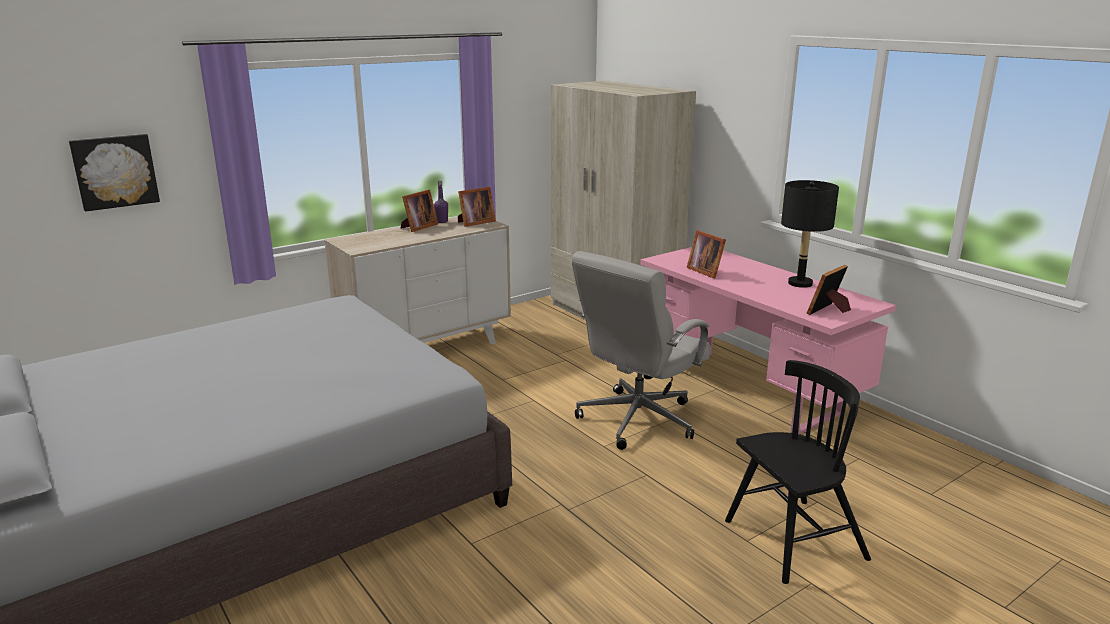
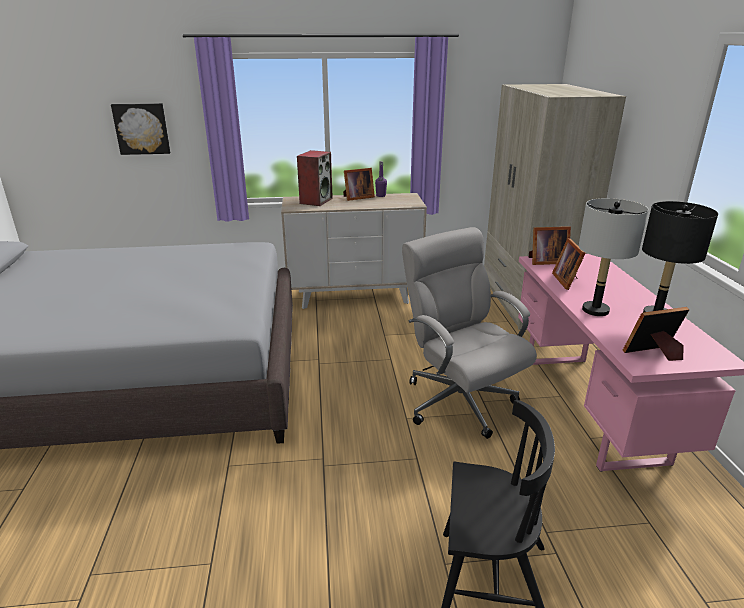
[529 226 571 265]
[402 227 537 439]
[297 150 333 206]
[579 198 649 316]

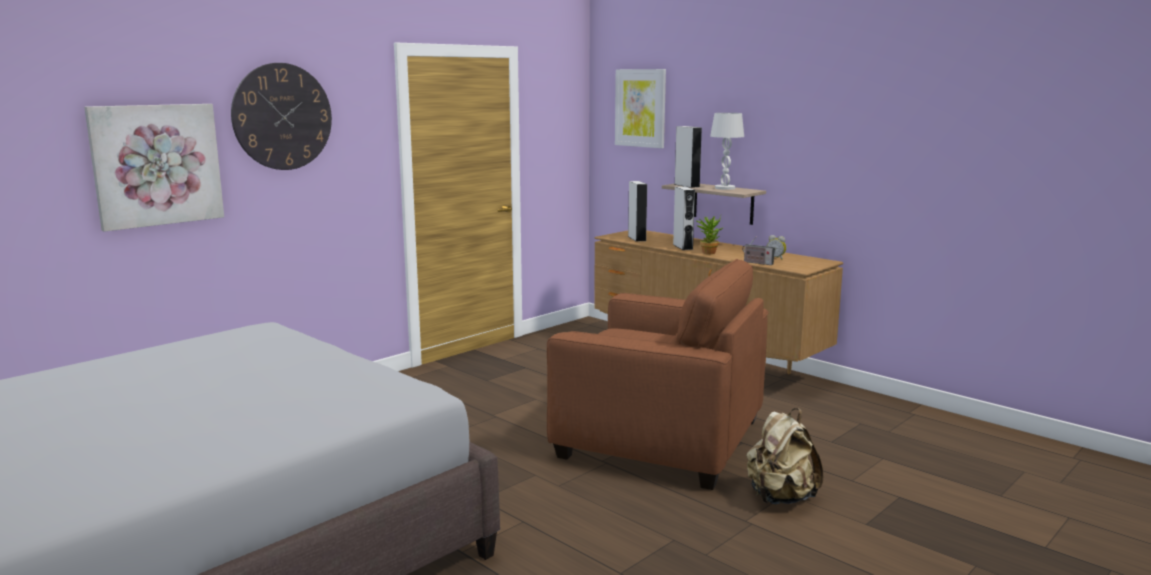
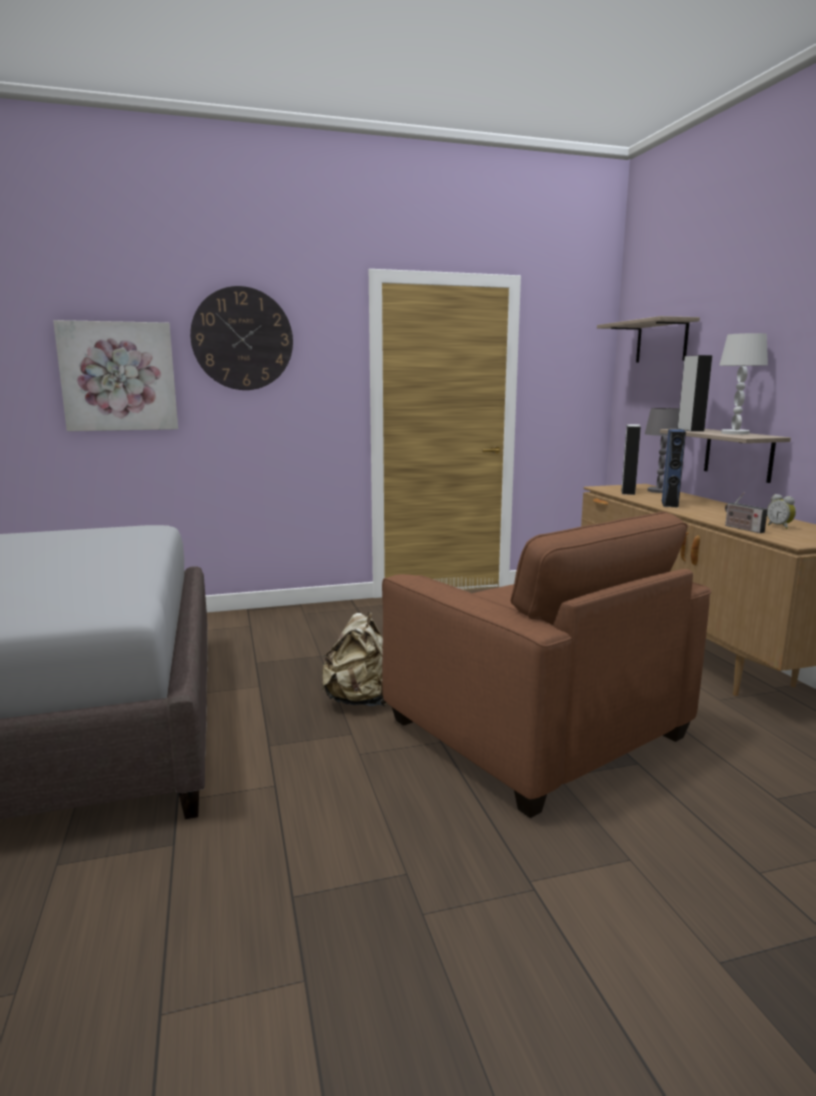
[597 316 700 363]
[662 429 686 508]
[696 216 724 254] (first image)
[322 612 387 706]
[645 408 680 493]

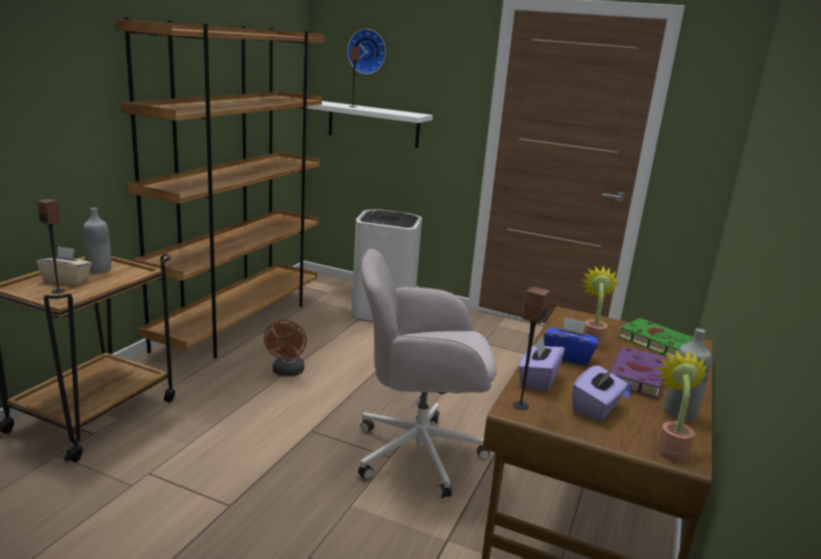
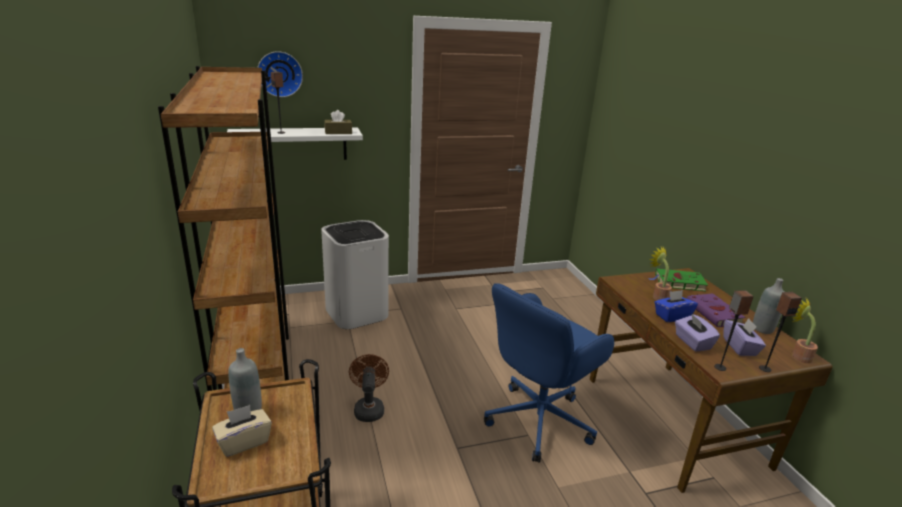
[759 292 802 372]
[484 283 614 463]
[349 354 389 422]
[324 110 352 134]

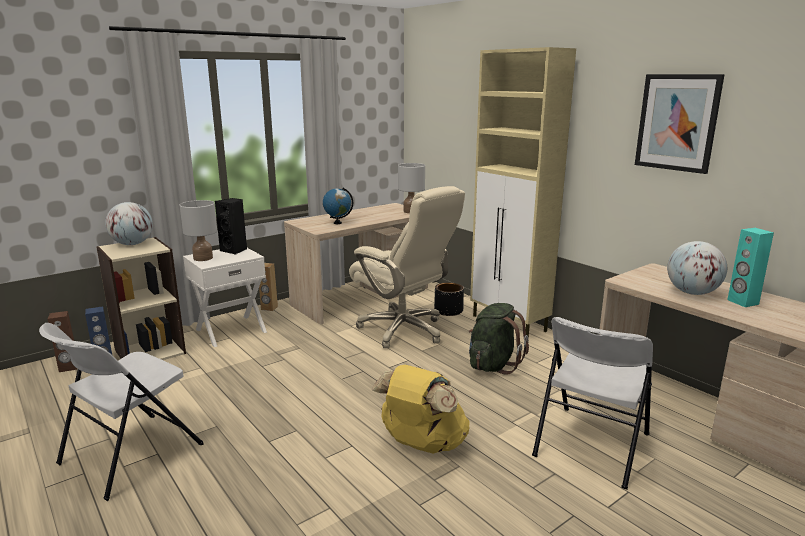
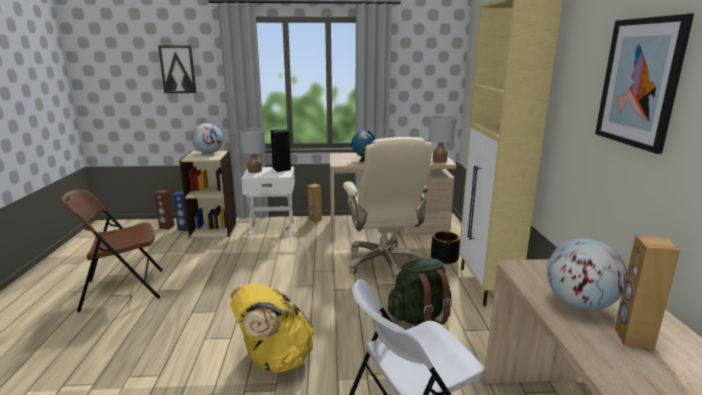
[615 235 680 350]
[59 189 162 312]
[158 46 196 93]

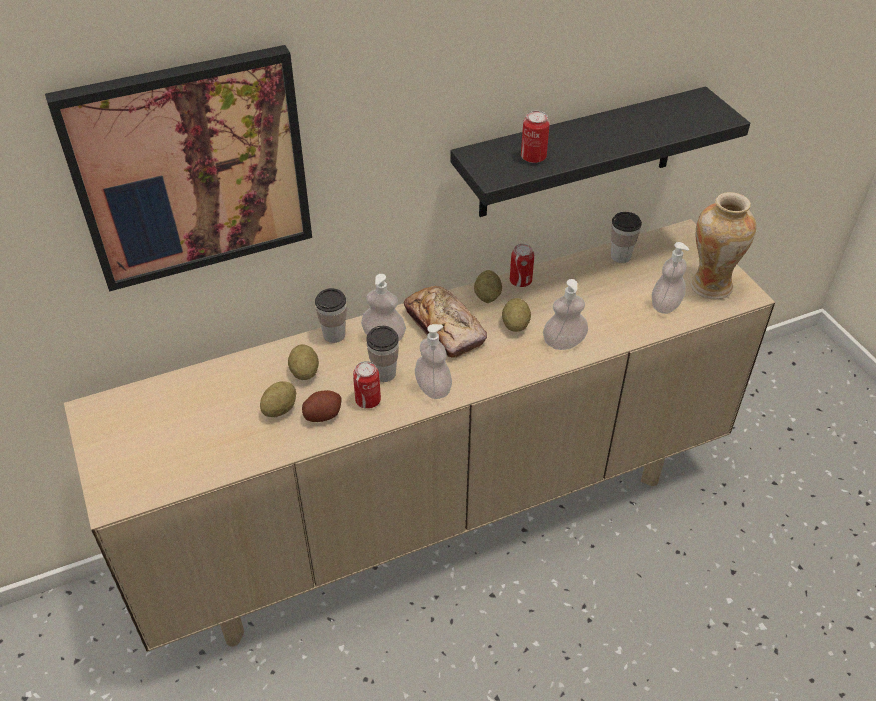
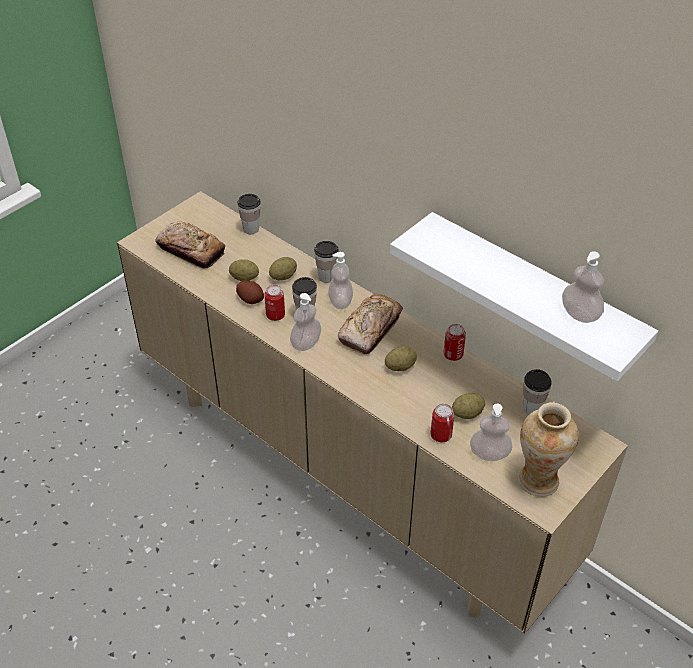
[45 45 312 292] (first image)
[390 212 658 381]
[431 404 454 442]
[452 393 485 419]
[562 251 604 323]
[237 194 261 234]
[155 222 225 269]

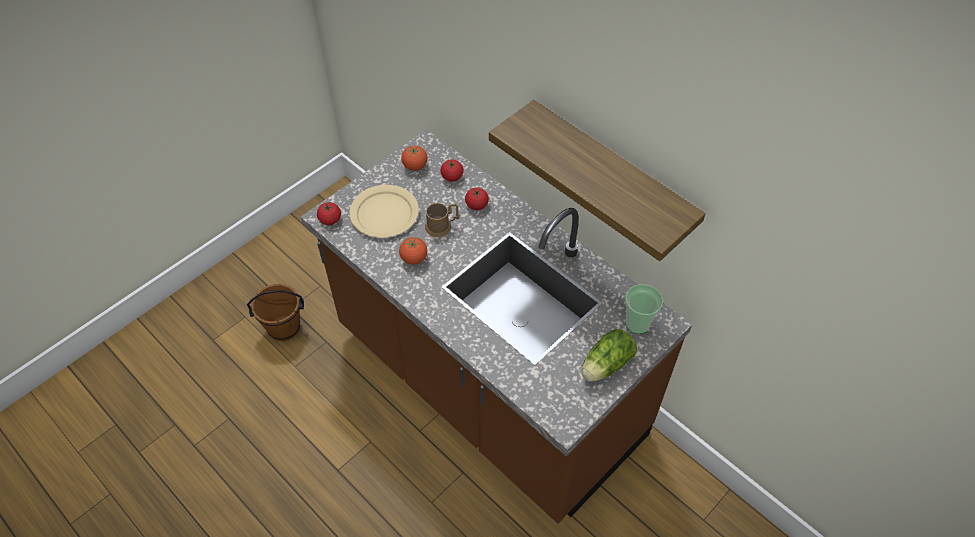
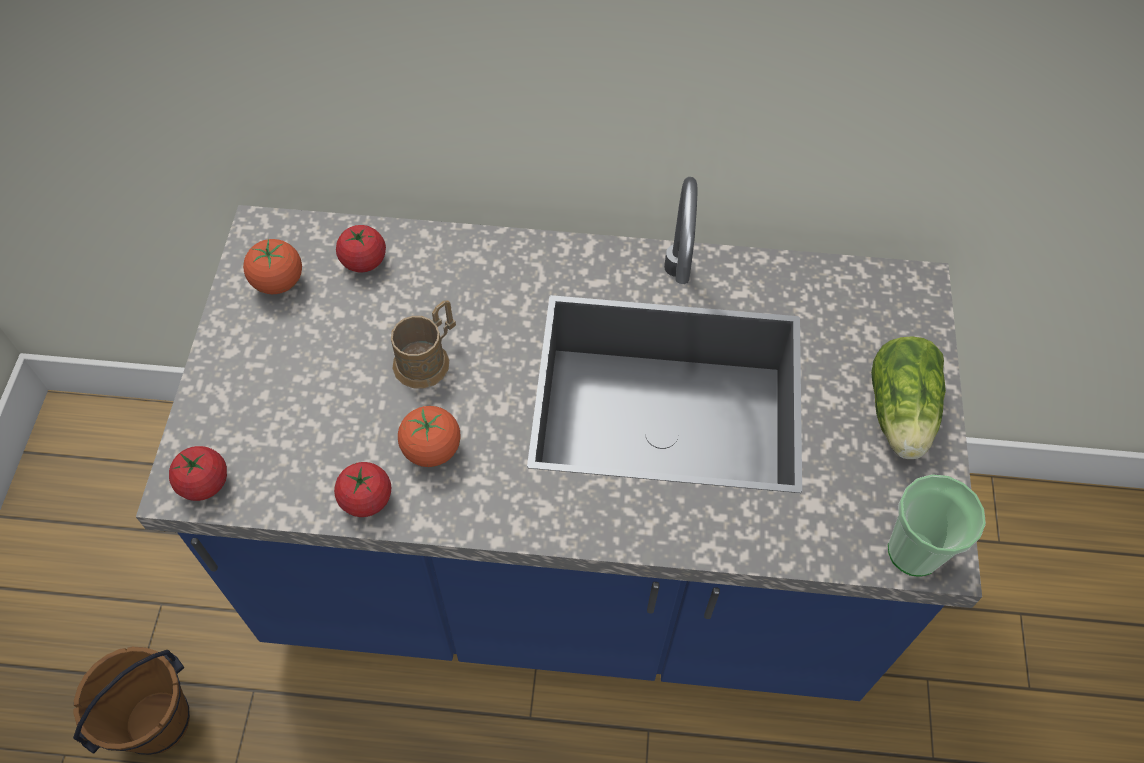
[489 100 706 261] (first image)
[136 177 982 701]
[349 185 419 238] (first image)
[334 462 391 517]
[888 474 986 577]

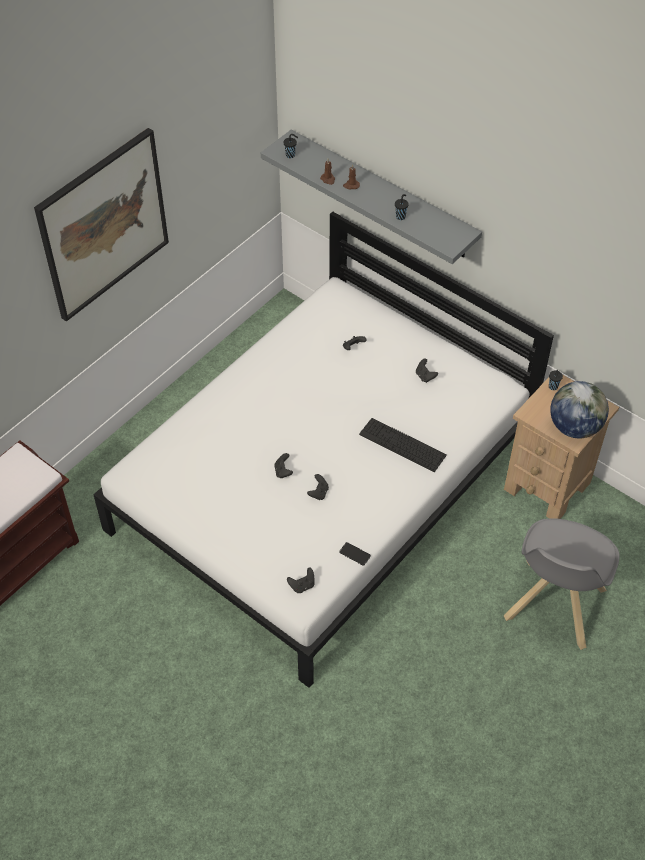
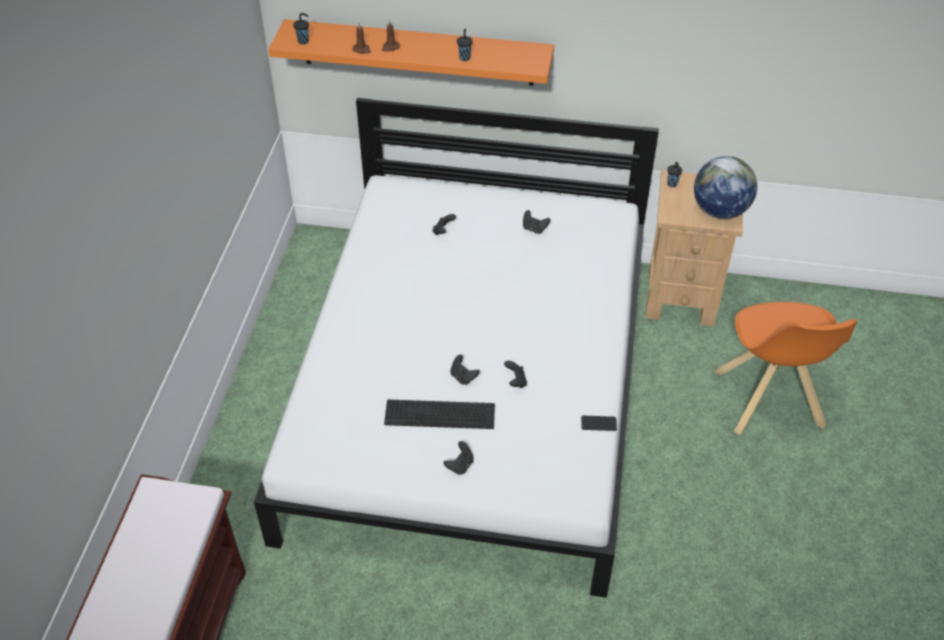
[34 128 169 321] (first image)
[268 19 554 86]
[384 400 495 429]
[715 302 857 435]
[444 441 474 475]

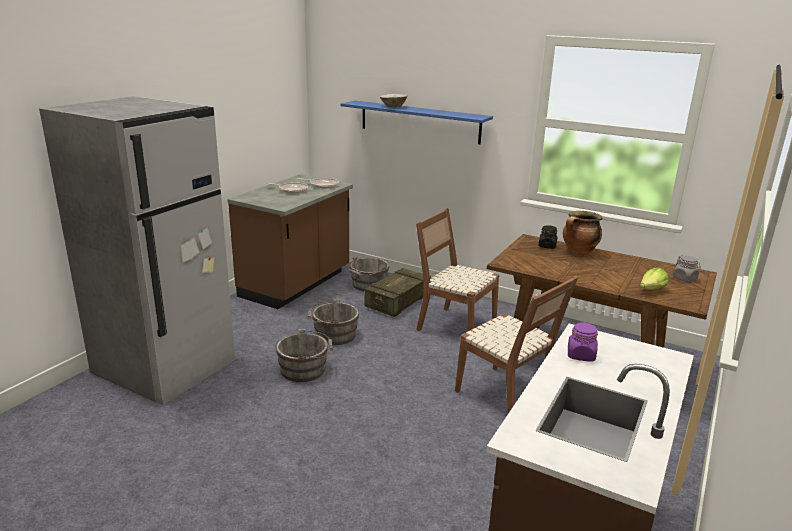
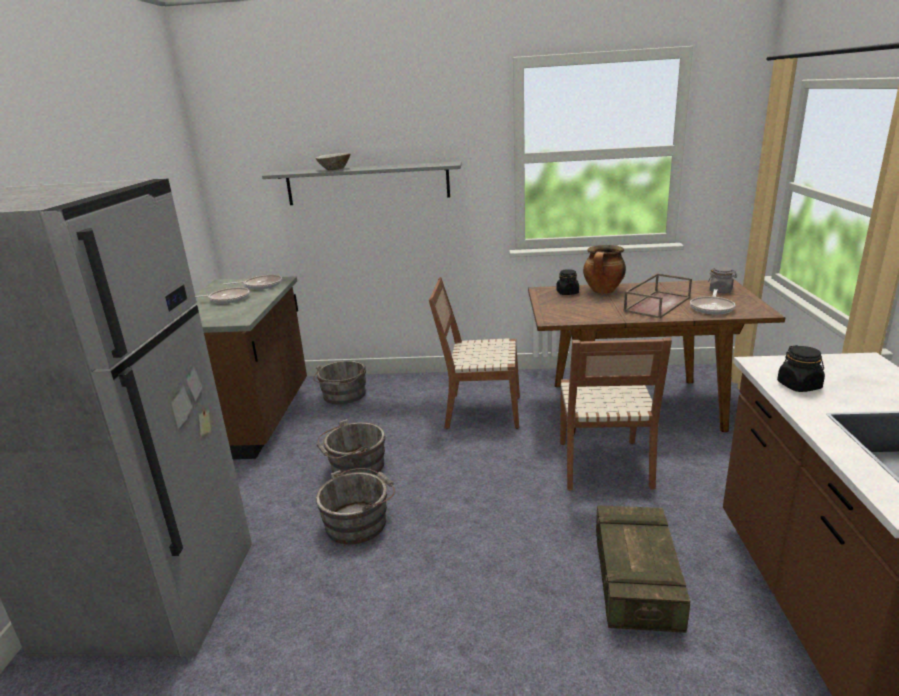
[262 161 462 205]
[596 505 690 633]
[690 289 735 314]
[560 338 672 490]
[777 345 825 392]
[624 273 692 319]

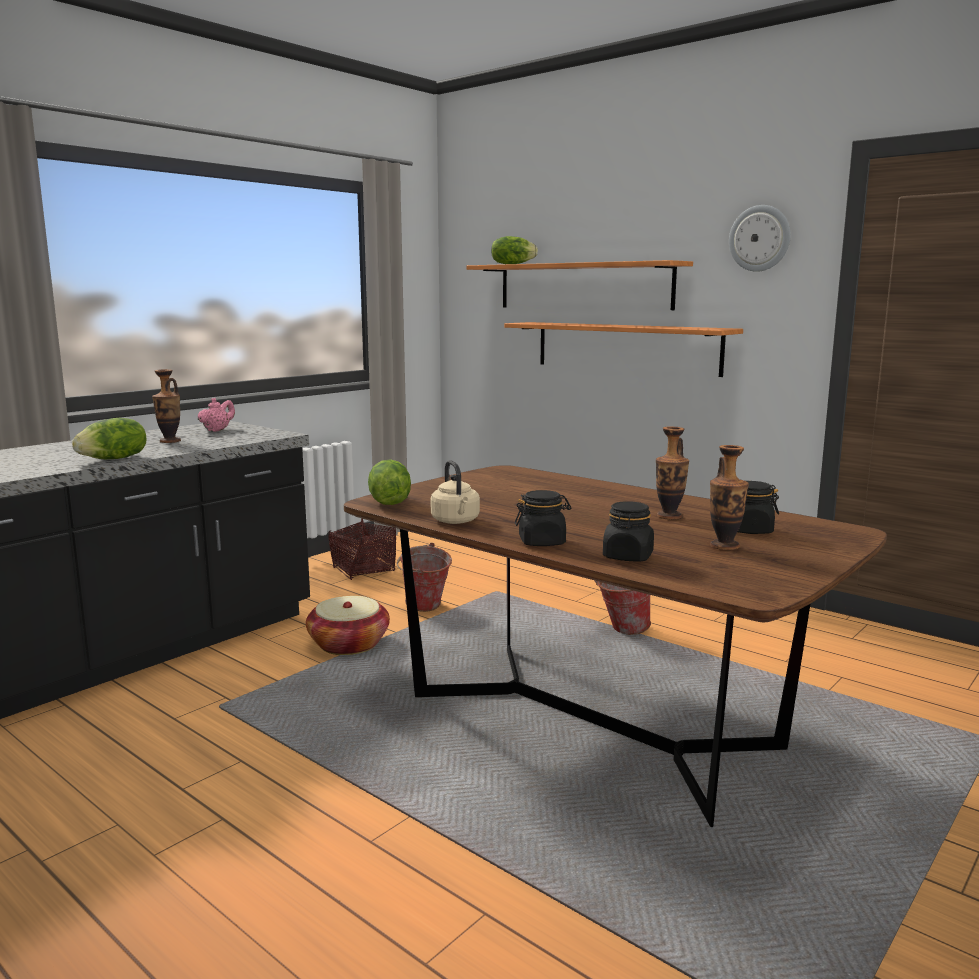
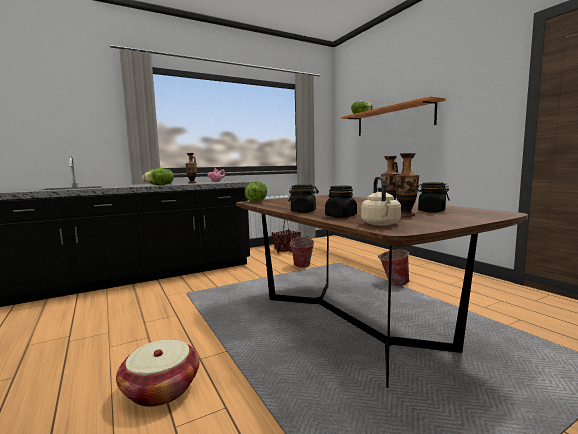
[729 205 791 272] (first image)
[504 322 743 377] (first image)
[361 176 401 226]
[116 340 200 407]

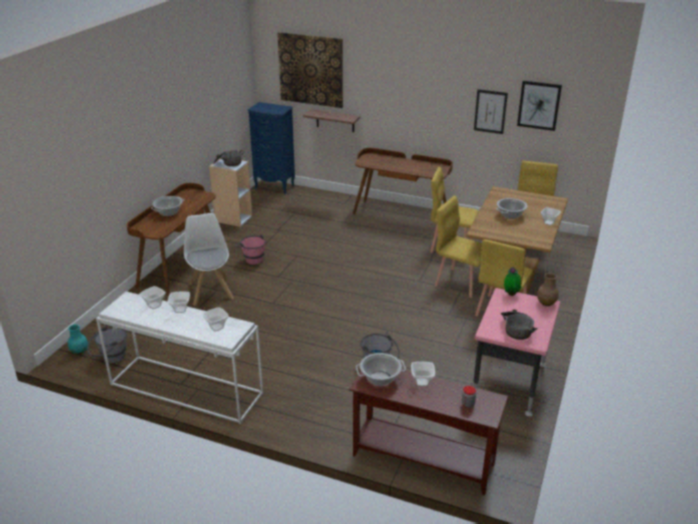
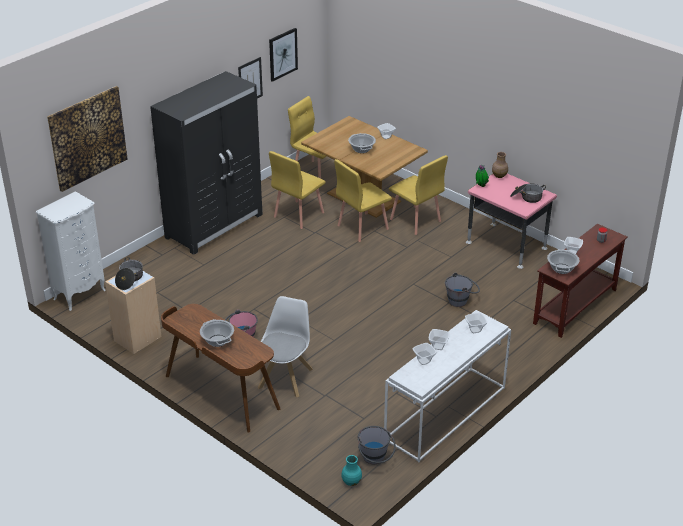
[36 191 106 311]
[303 109 360 132] (first image)
[150 71 263 255]
[258 296 313 398]

